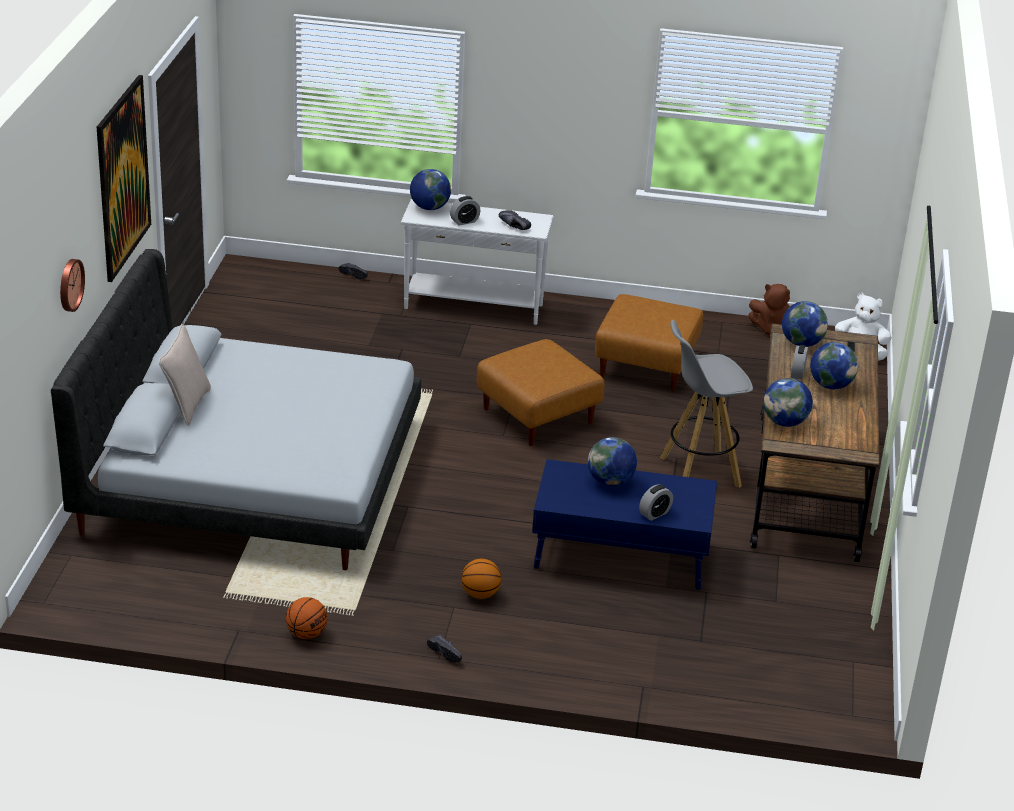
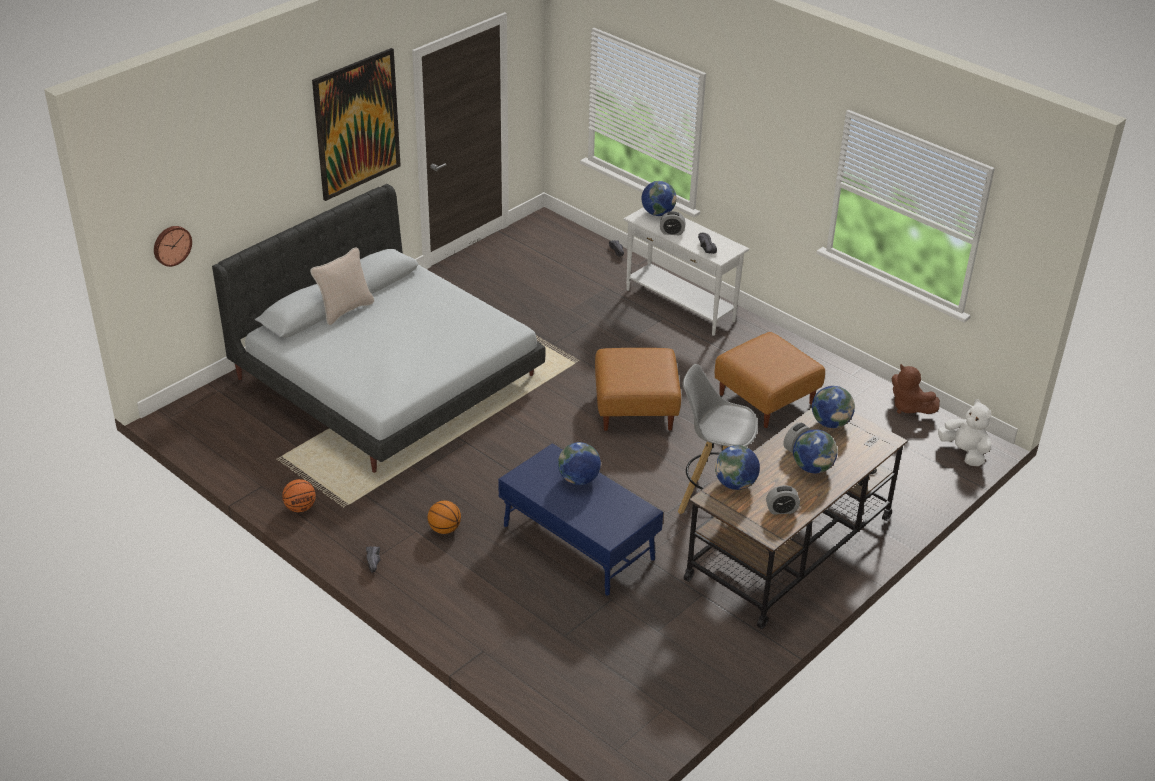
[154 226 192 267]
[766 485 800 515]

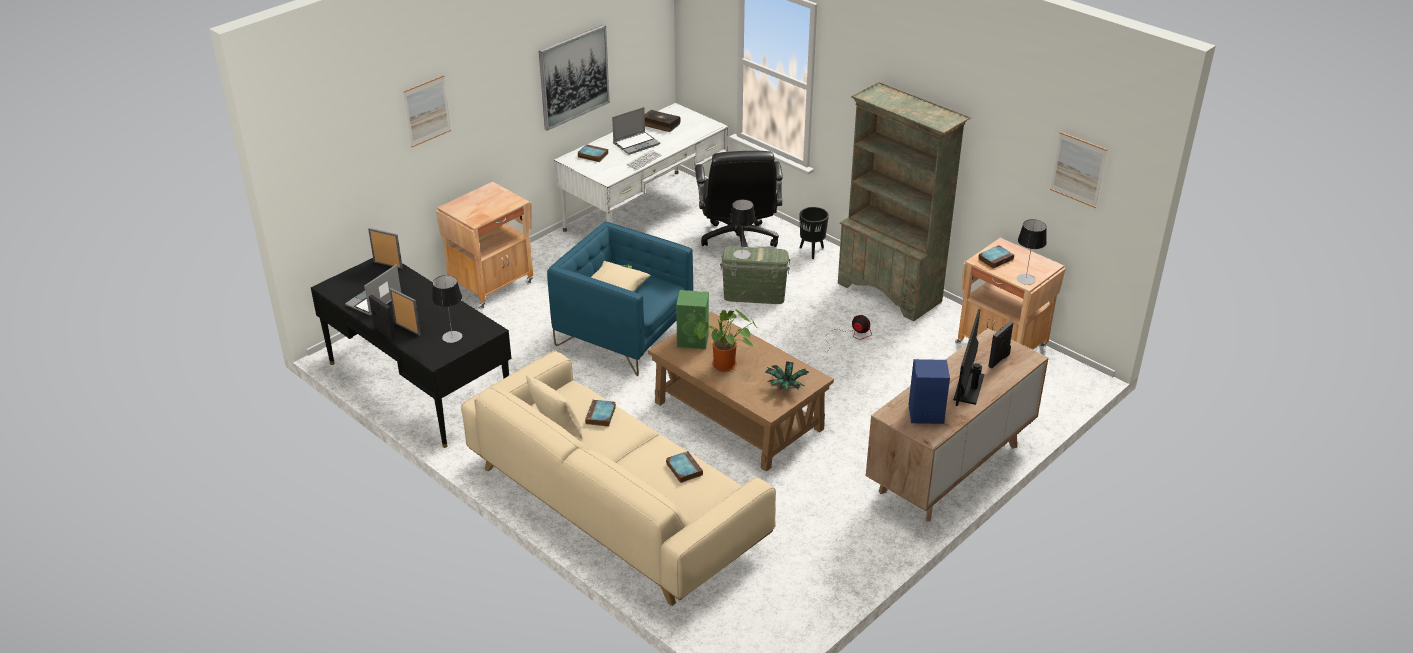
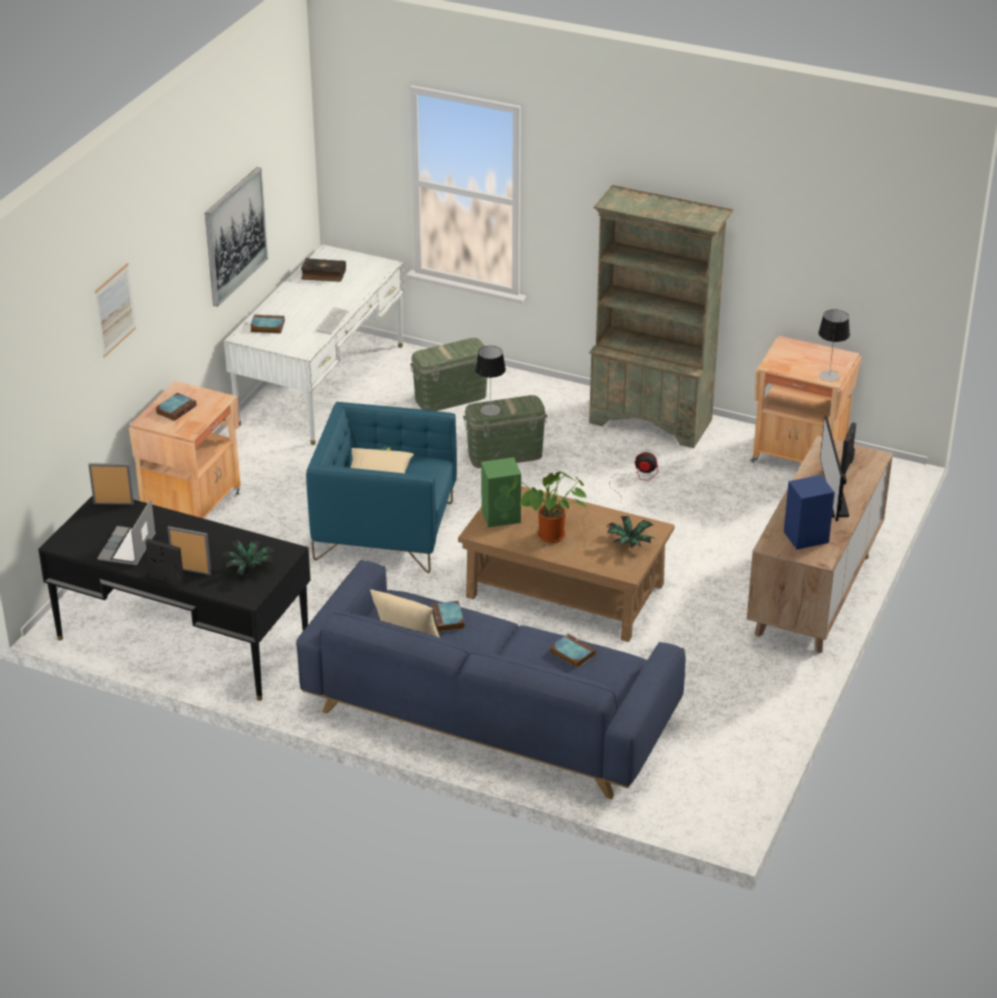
[612 107 660 155] (first image)
[1050 132 1107 208] (first image)
[410 338 487 411]
[799 207 829 259] (first image)
[155 393 196 421]
[221 539 276 576]
[296 560 685 799]

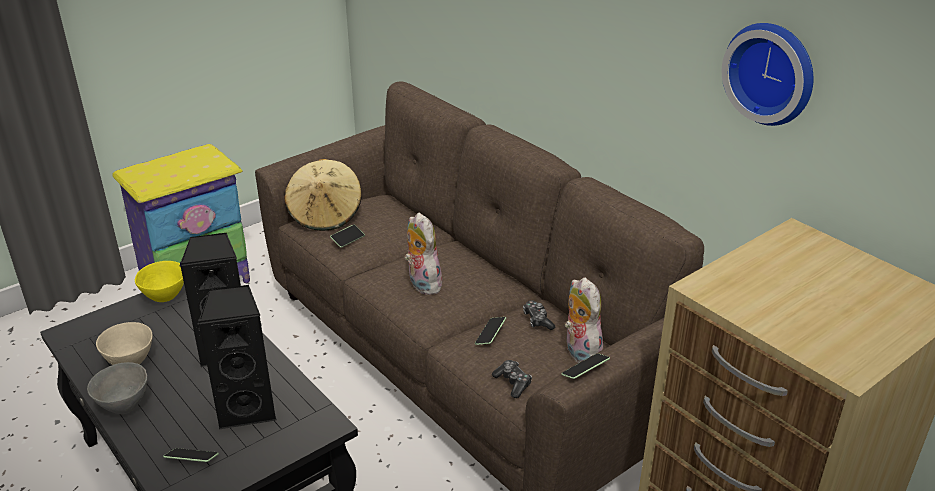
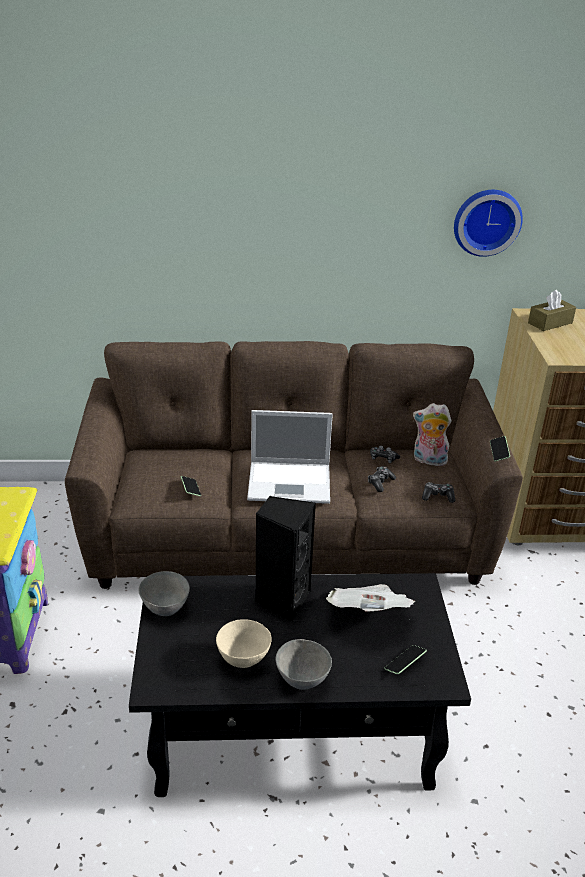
[284 159 362 231] (first image)
[247 410 333 504]
[138 571 190 616]
[326 584 416 612]
[368 466 396 492]
[528 290 576 331]

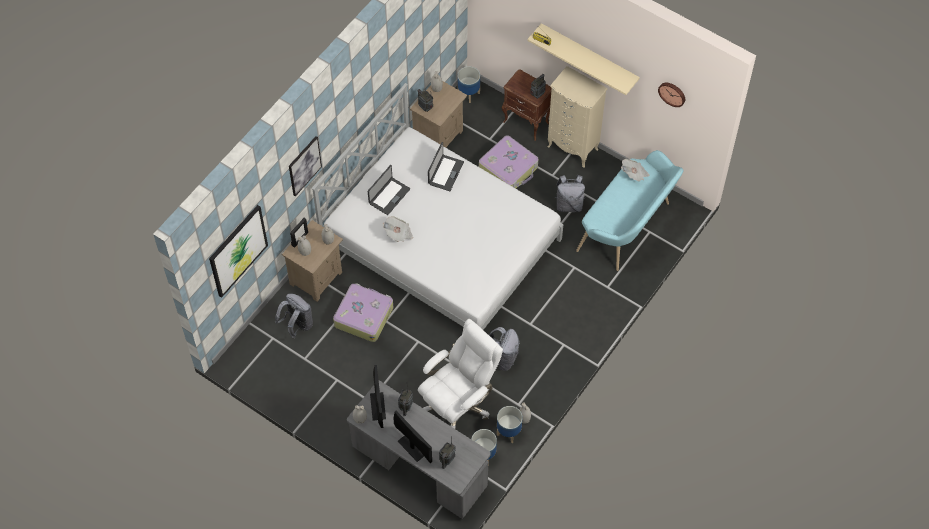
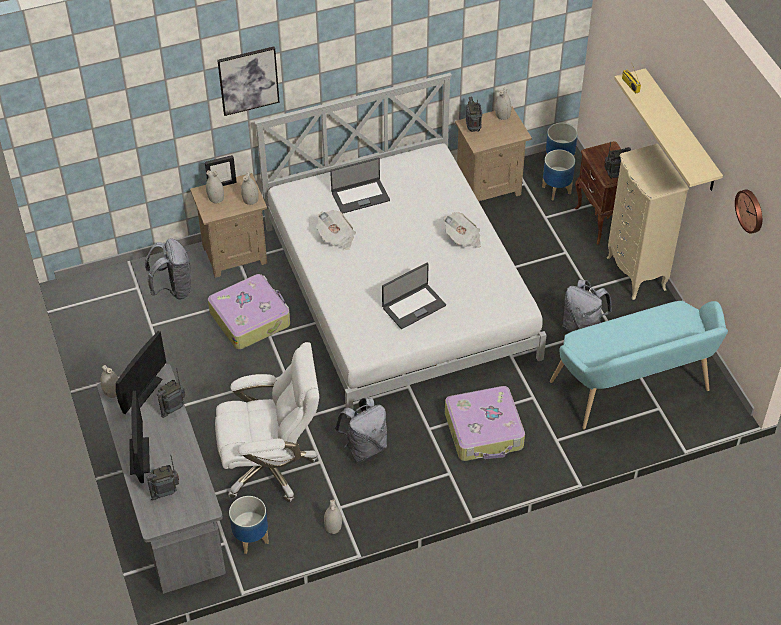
[445 386 525 461]
[382 263 446 329]
[444 212 481 248]
[209 205 268 298] (first image)
[542 149 575 201]

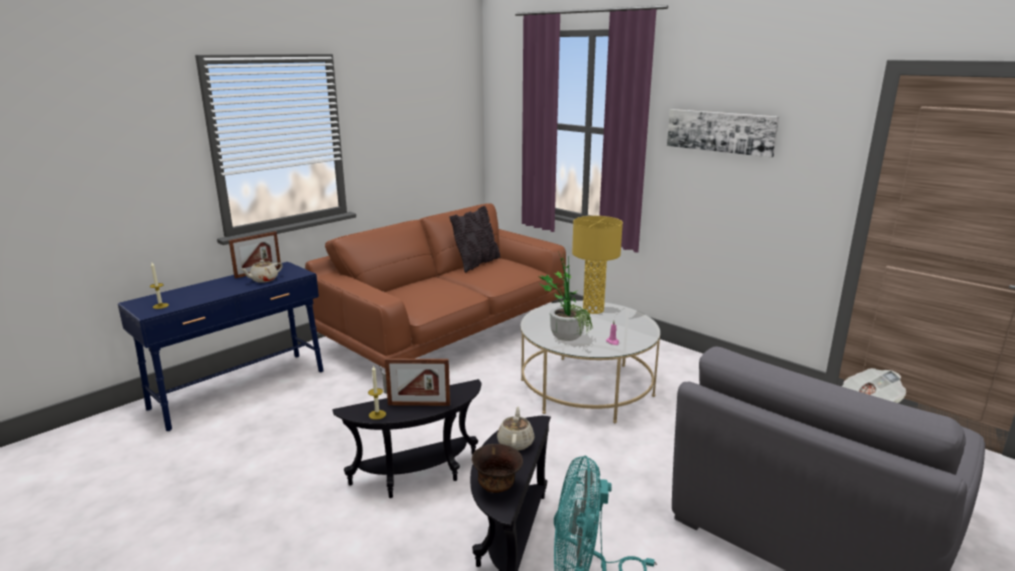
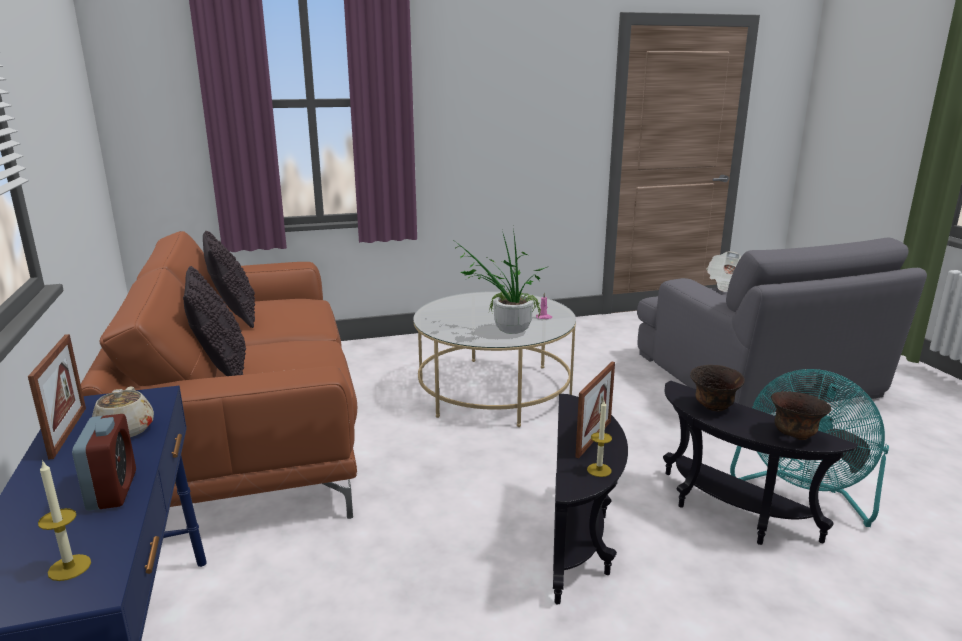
[667 109 779 158] (first image)
[572 216 623 314] (first image)
[690 365 745 411]
[183 266 246 376]
[72 414 136 511]

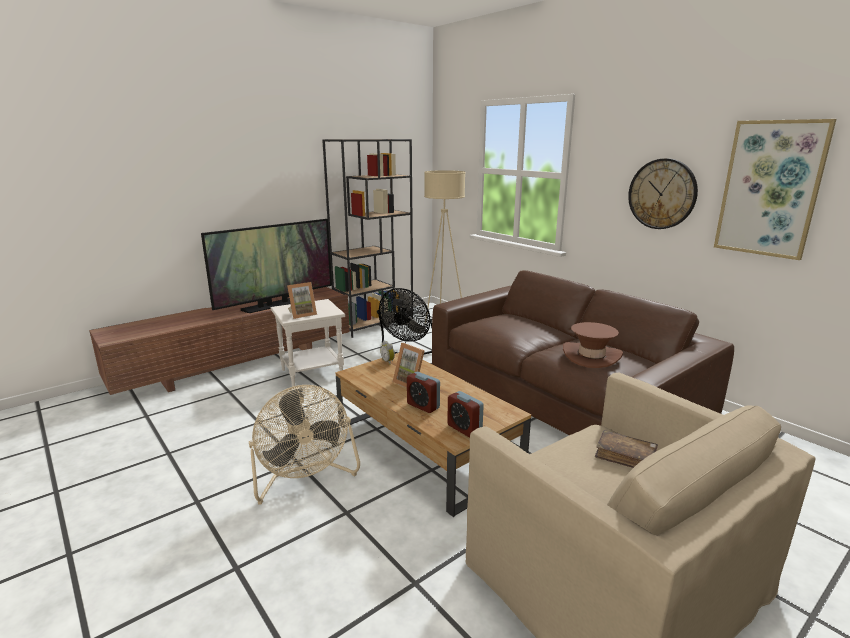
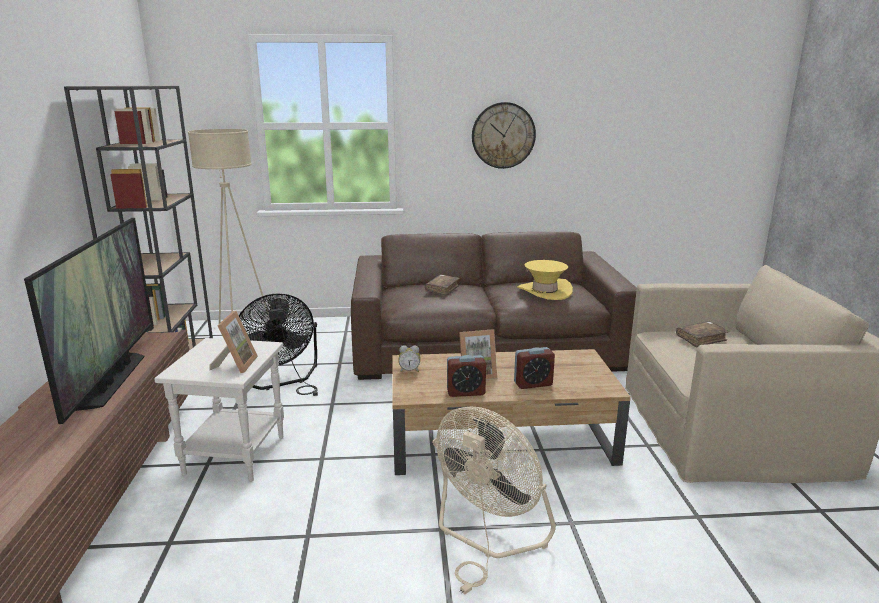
[714 119 836 260] (first image)
[517 260 573 300]
[432 407 556 594]
[447 355 486 397]
[425 275 460 296]

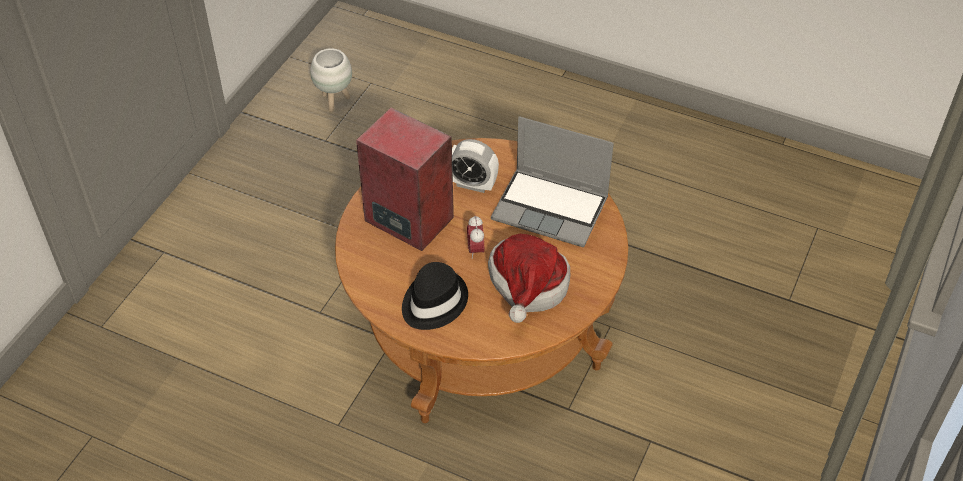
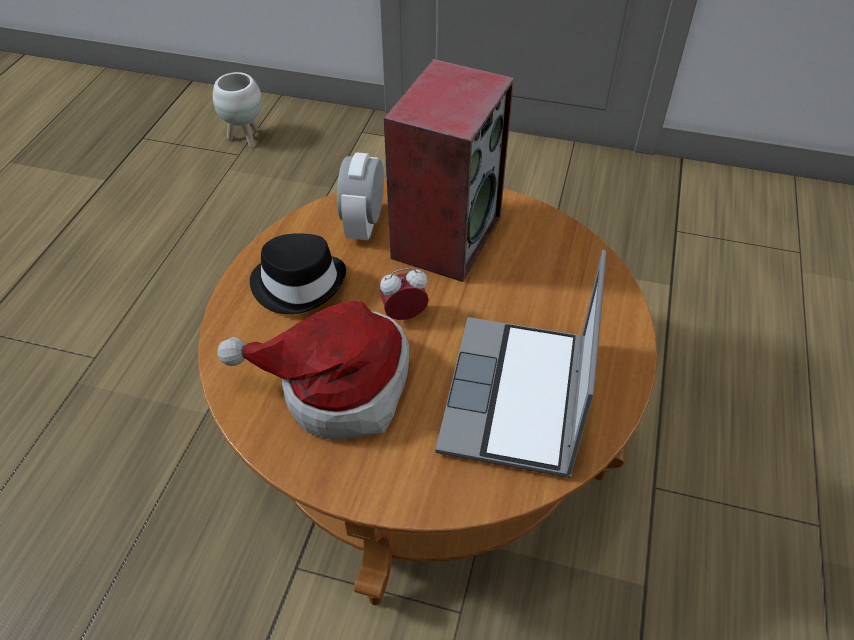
[213 72 262 148]
[337 152 384 240]

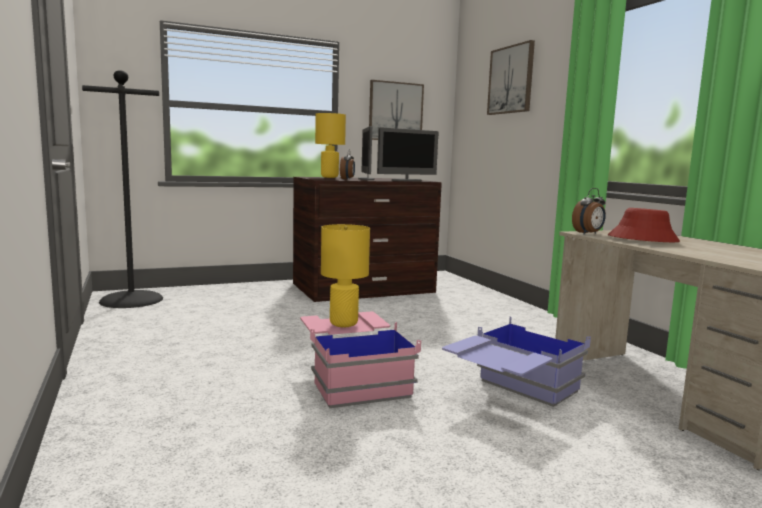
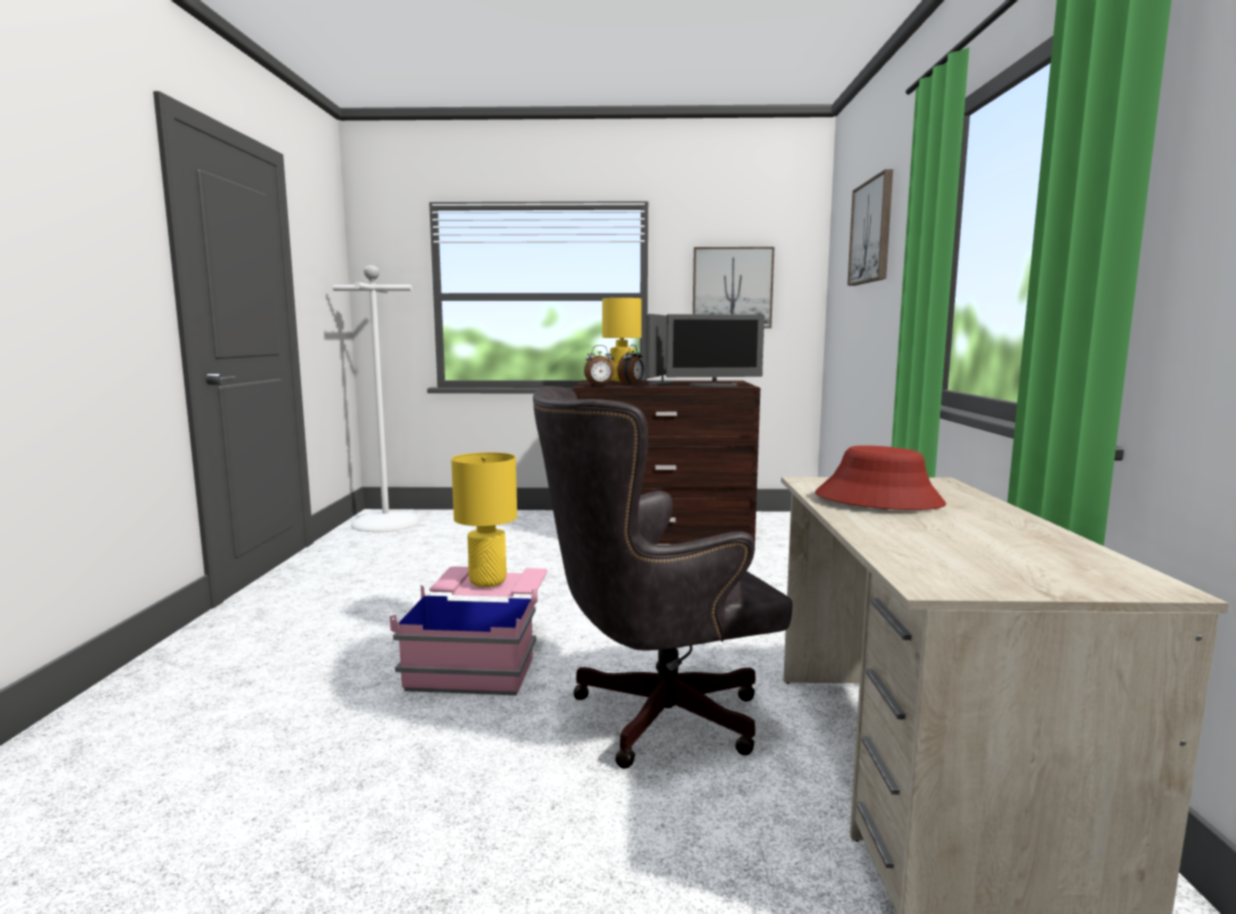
[333 265 421 532]
[584 345 614 386]
[533 386 792 769]

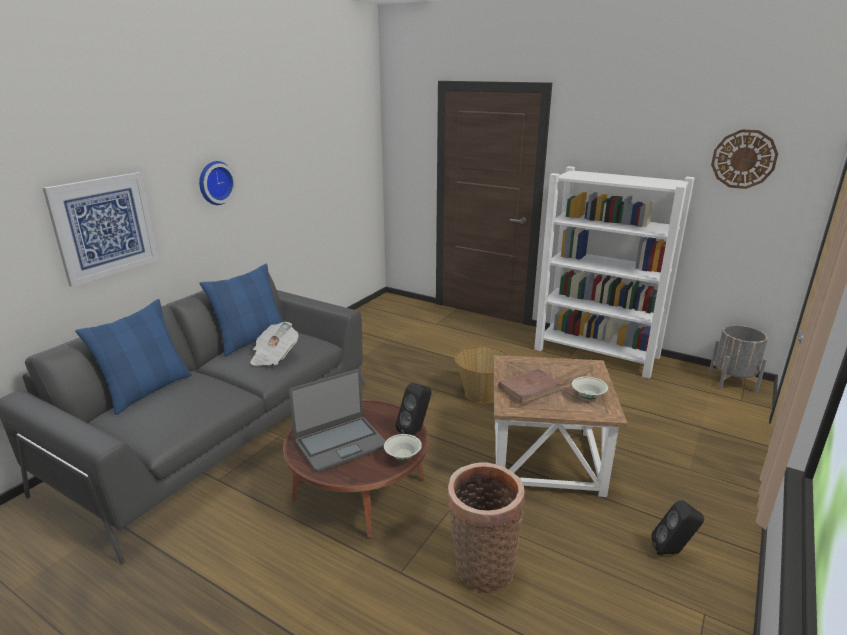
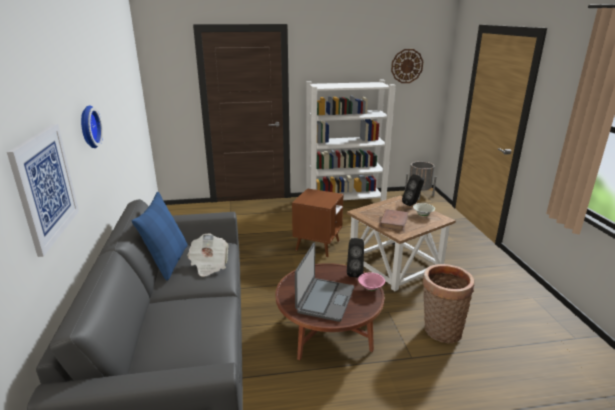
[75 299 192 415] (first image)
[292 188 343 258]
[358 273 385 291]
[402 174 424 206]

